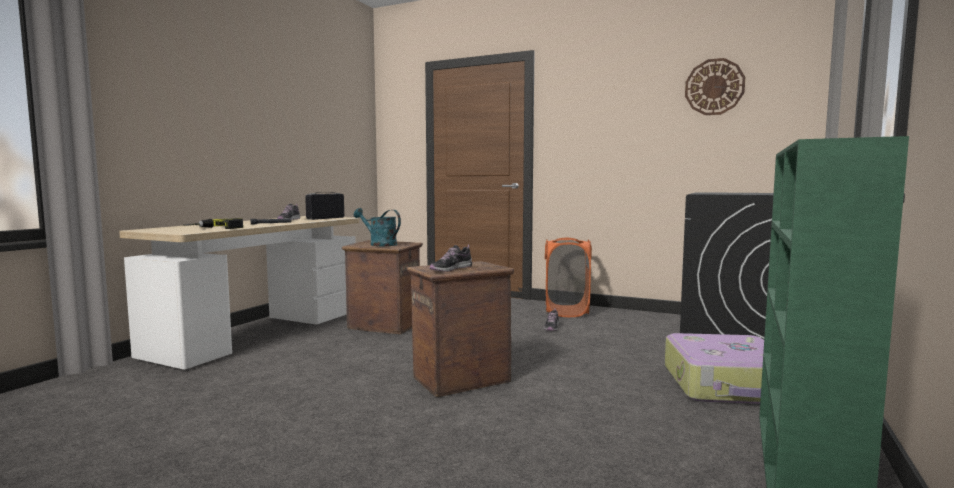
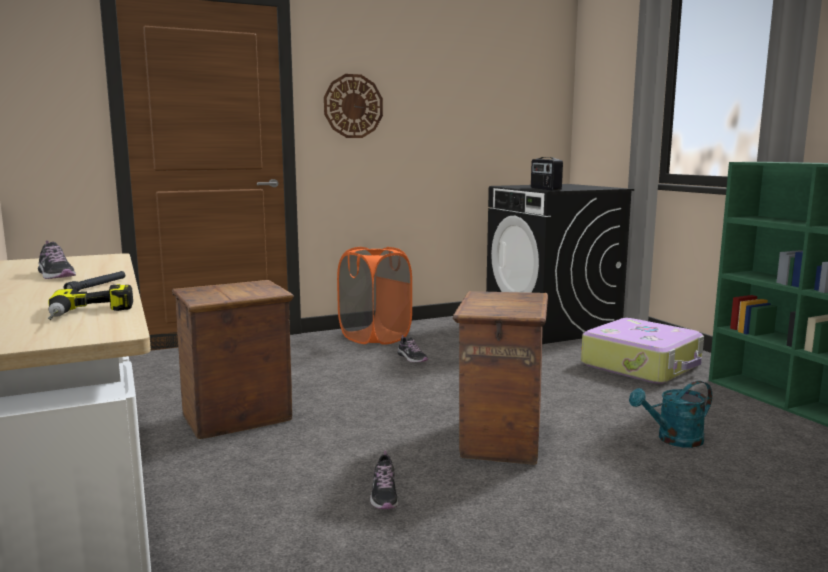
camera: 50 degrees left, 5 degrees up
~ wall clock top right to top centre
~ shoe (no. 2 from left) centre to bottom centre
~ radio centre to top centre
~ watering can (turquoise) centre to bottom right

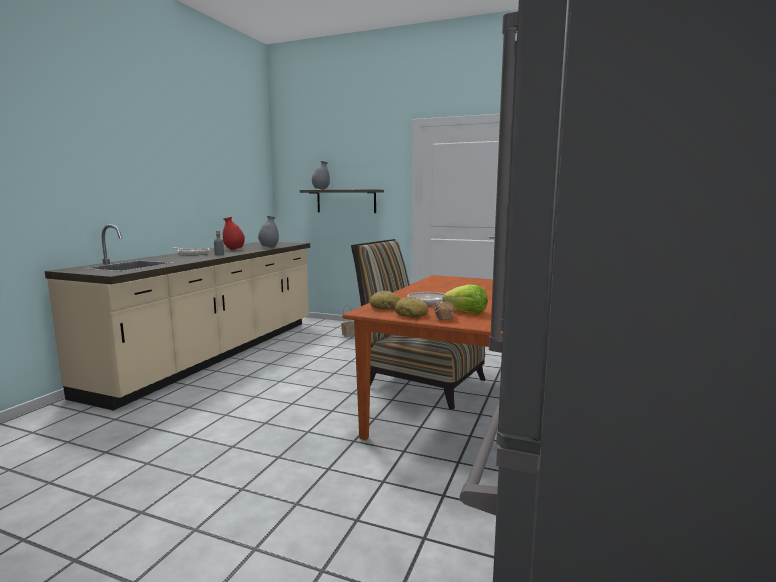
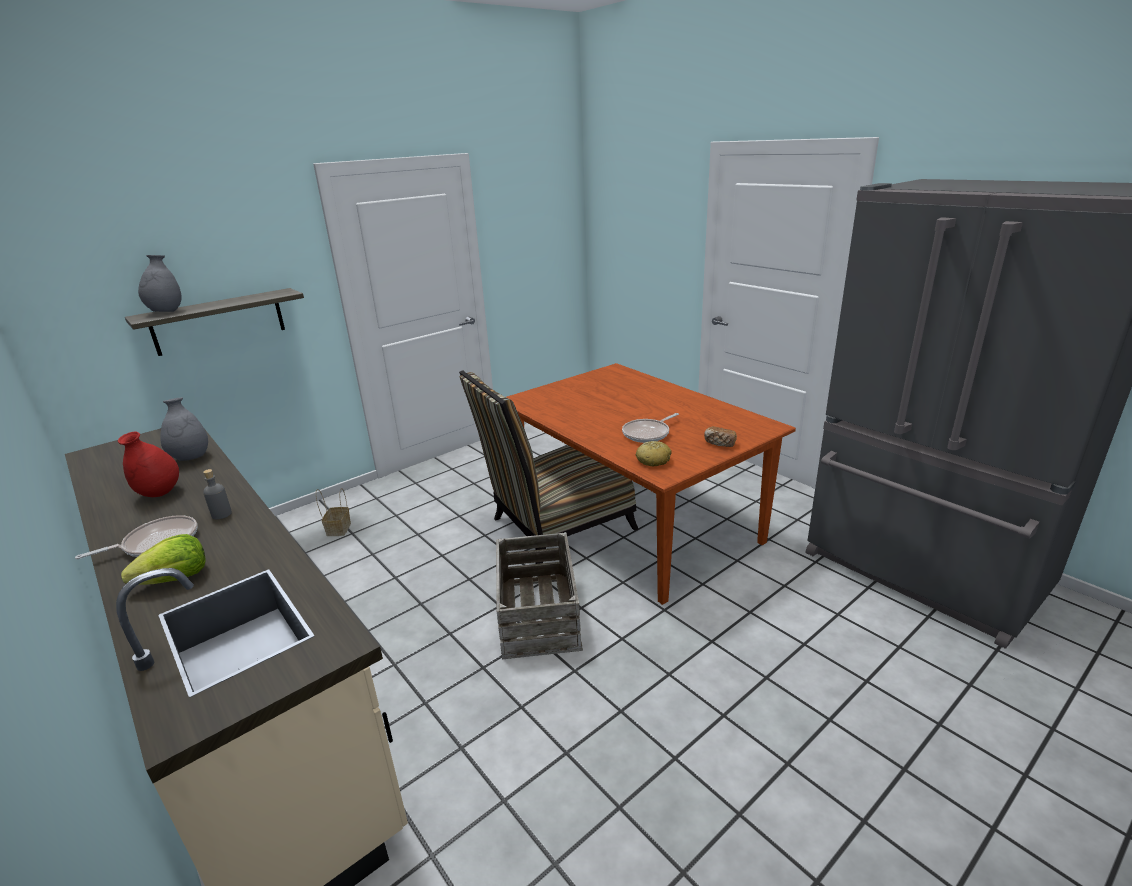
camera: 60 degrees left, 15 degrees up
~ lettuce centre to middle left
+ crate bottom centre
- bread (no. 2 from left) centre

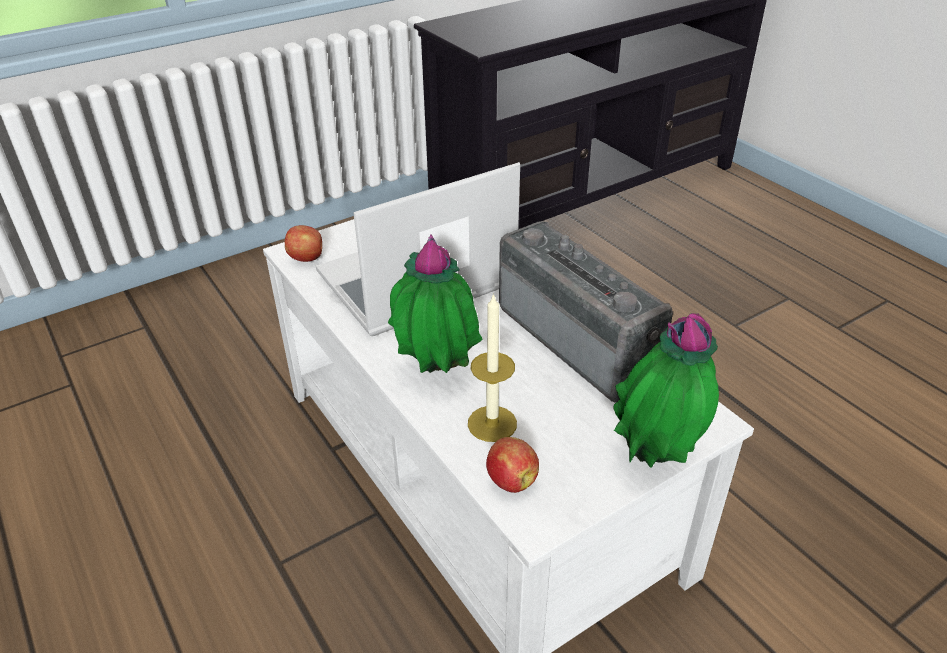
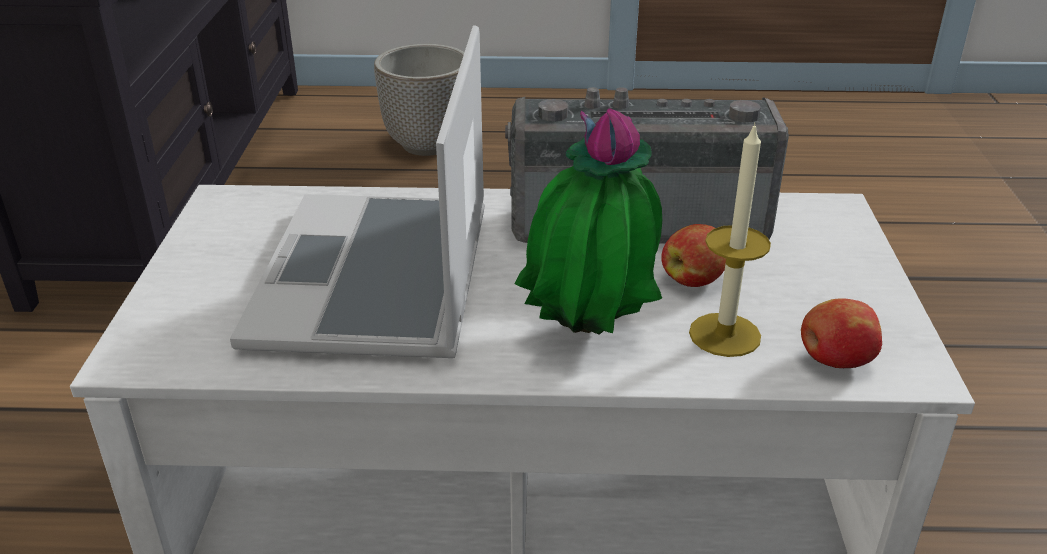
camera: 55 degrees left, 5 degrees down
+ planter top centre
~ apple (no. 1 from left) middle left to centre
- potted plant (no. 2 from left) middle right

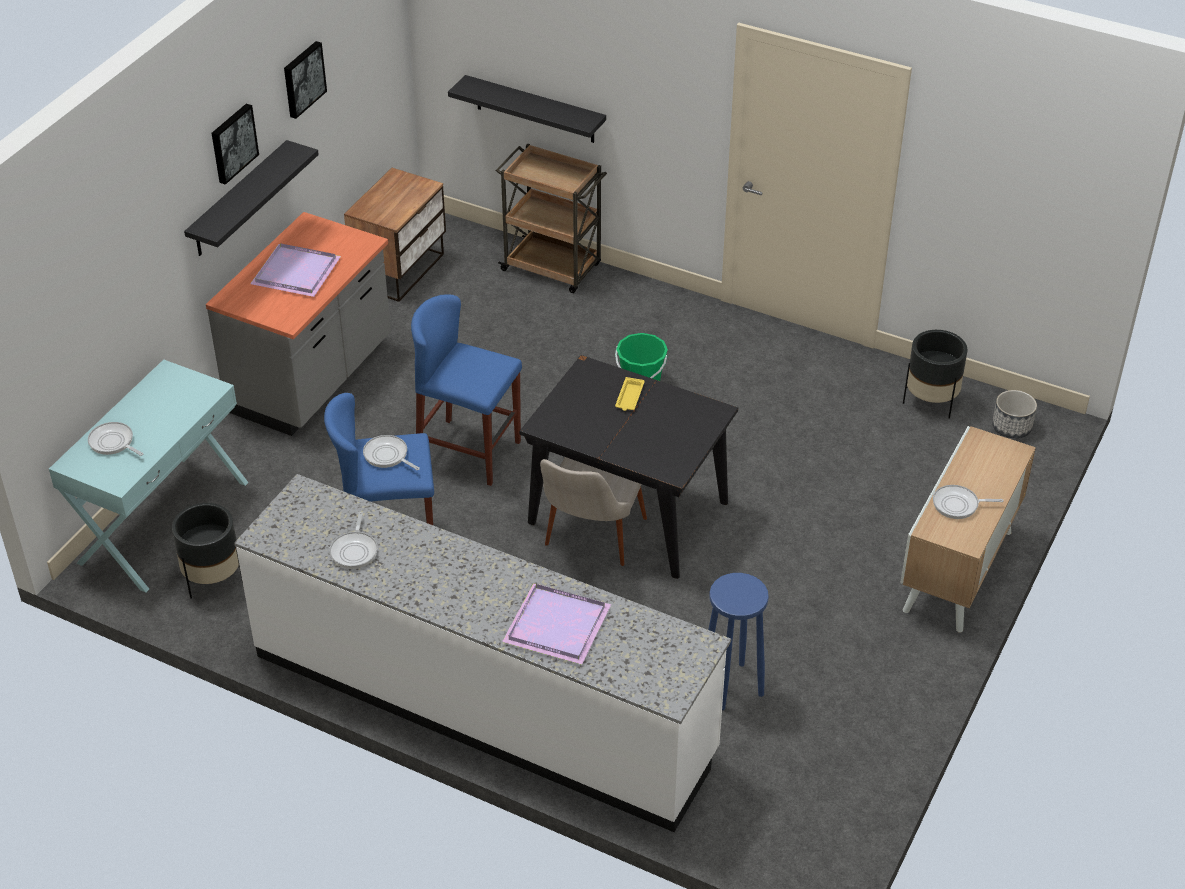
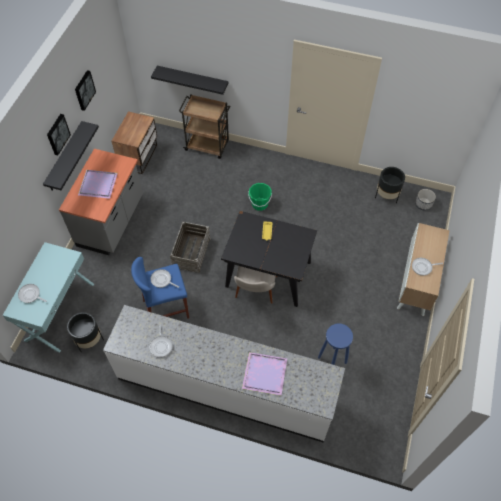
camera: 10 degrees left, 15 degrees up
~ stool (blue) (no. 2 from left) centre to crate centre

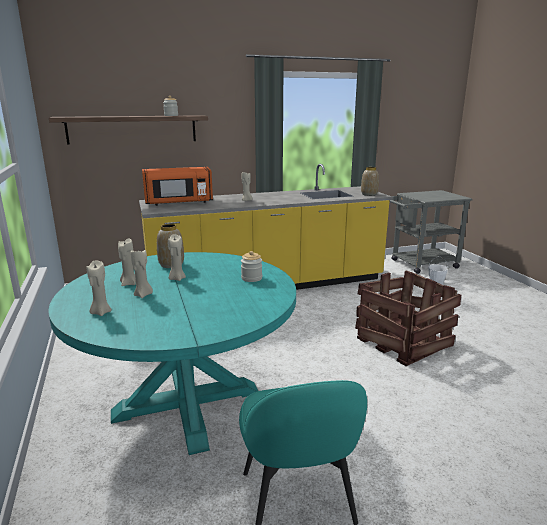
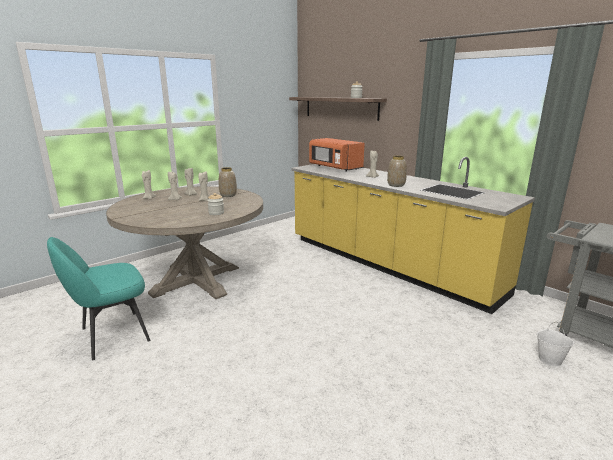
camera: 65 degrees right, 0 degrees up
~ dining table (turquoise) bottom left to dining table (beige) middle left
~ vase (no. 2 from left) middle right to centre
- crate middle right

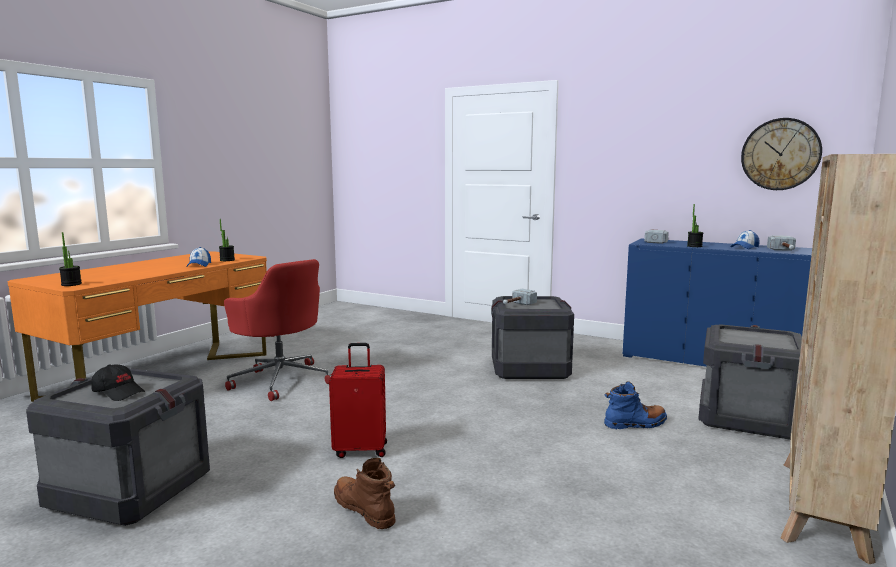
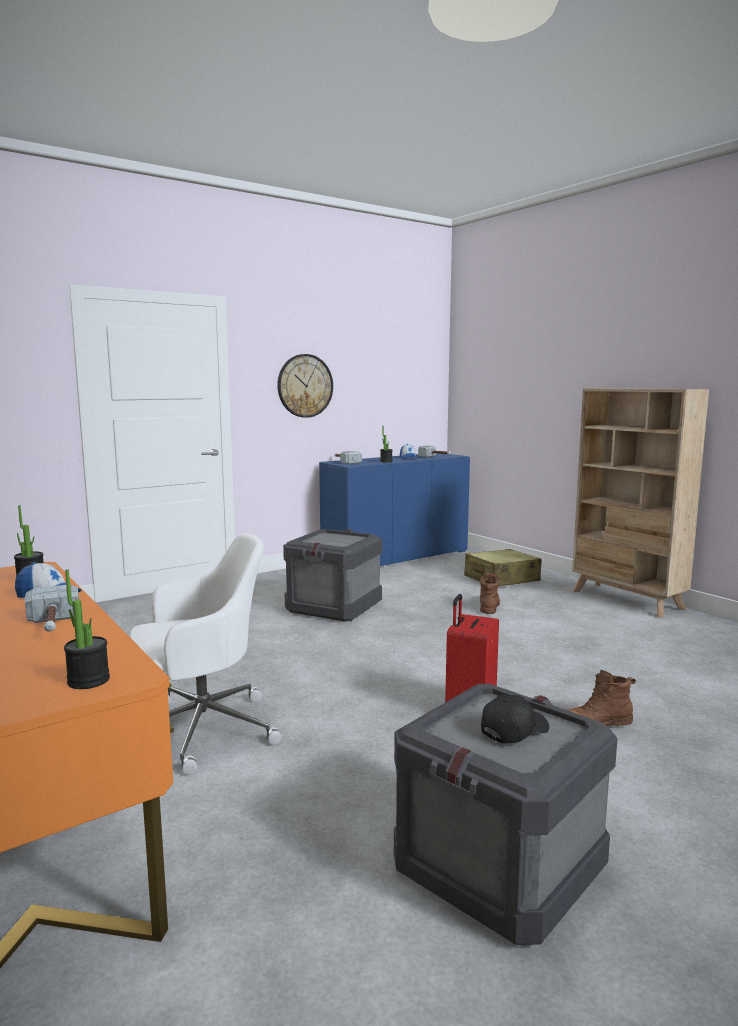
camera: 65 degrees left, 0 degrees up
~ hammer (no. 1 from left) centre to middle left
~ office chair (red) middle left to office chair (white) middle left
~ wall clock top right to centre
~ crate (no. 3 from left) bottom right to suitcase (beige) middle right
~ boot (blue) bottom right to boot (brown) (no. 1 from left) centre

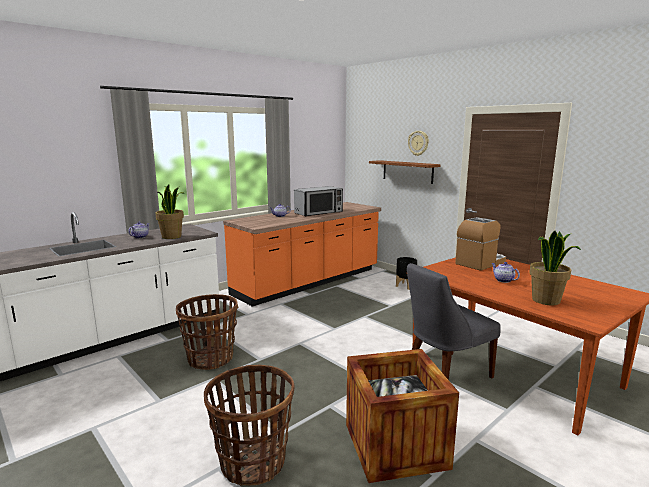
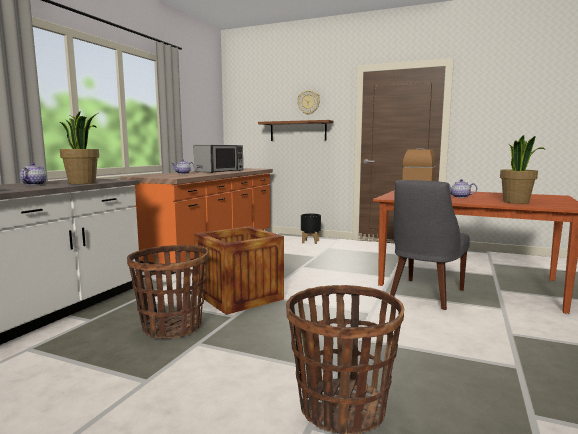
camera: 25 degrees left, 5 degrees down
~ crate bottom centre to centre

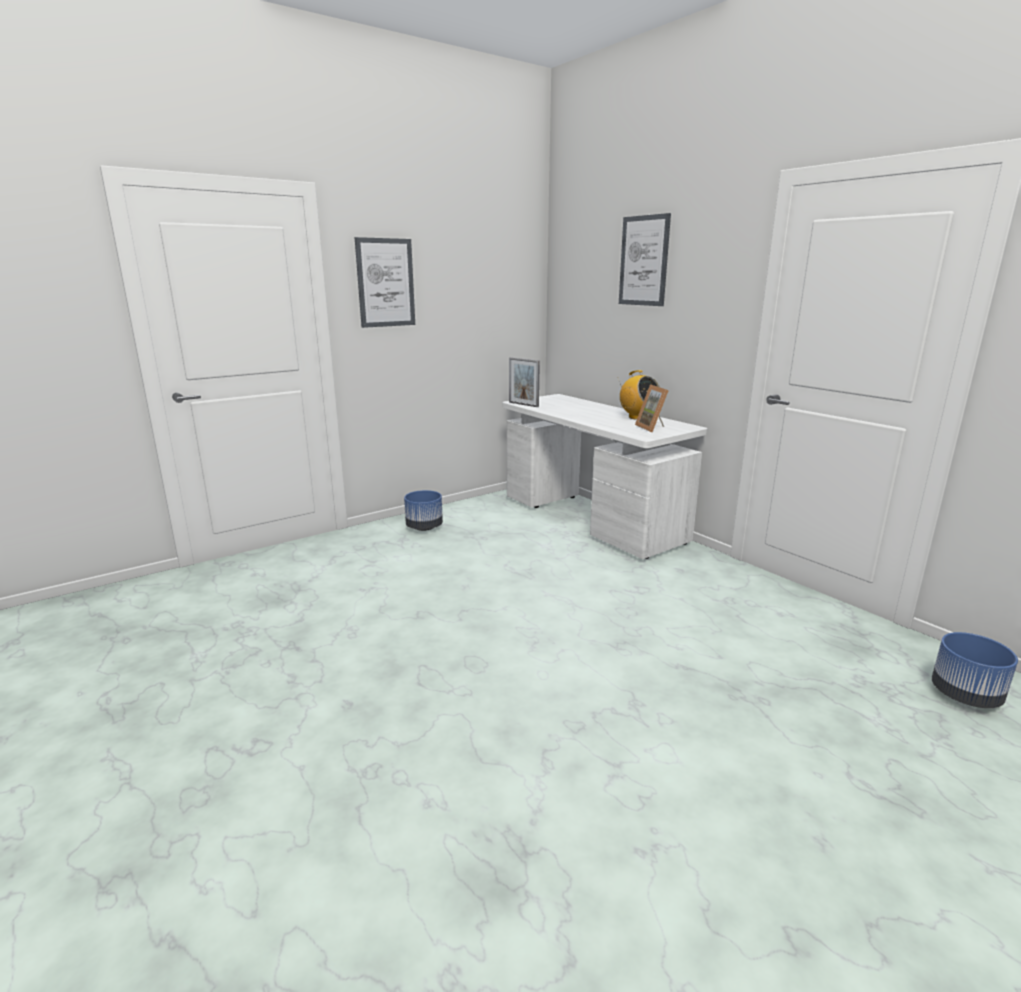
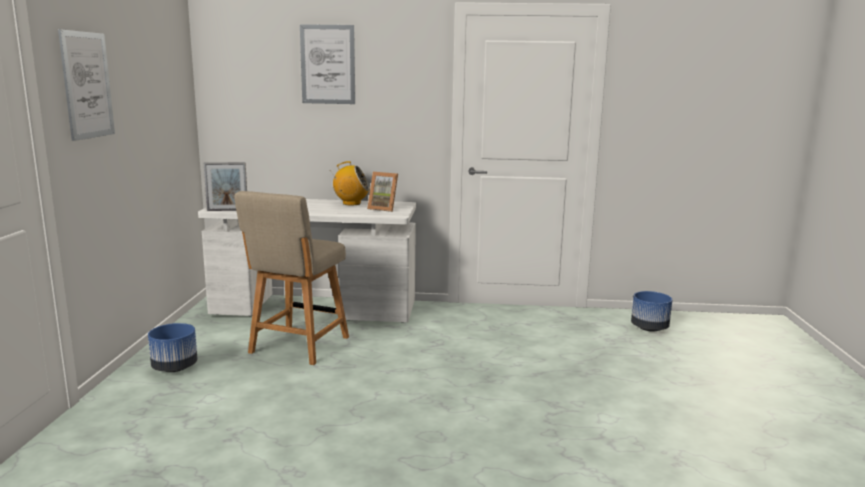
camera: 50 degrees left, 5 degrees down
+ chair (beige) centre

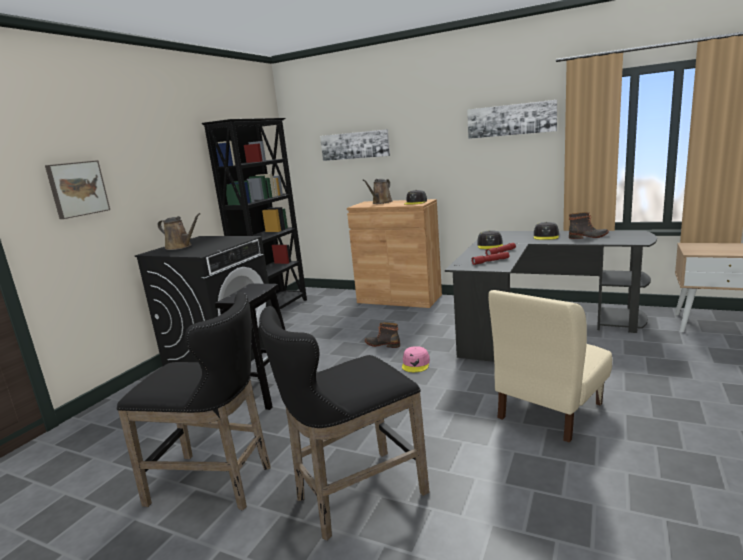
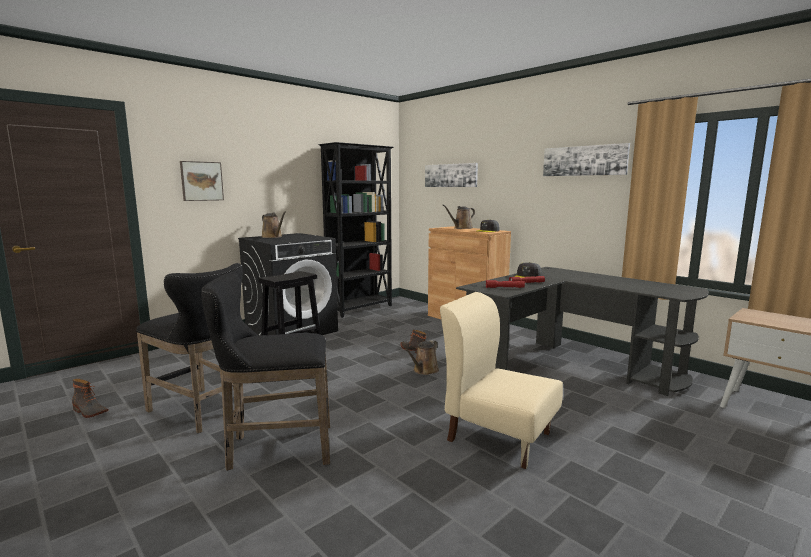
camera: 20 degrees right, 5 degrees down
~ boot (no. 2 from left in the first image) middle right to boot (no. 1 from left) bottom left
~ cap (pink) centre to watering can (brown) (no. 2 from left) centre
~ chair (beige) middle right = bottom centre 60 degrees clockwise
- cap (grey) (no. 3 from left) middle right

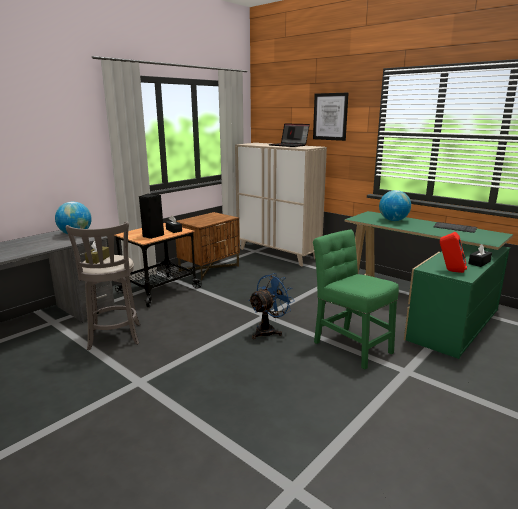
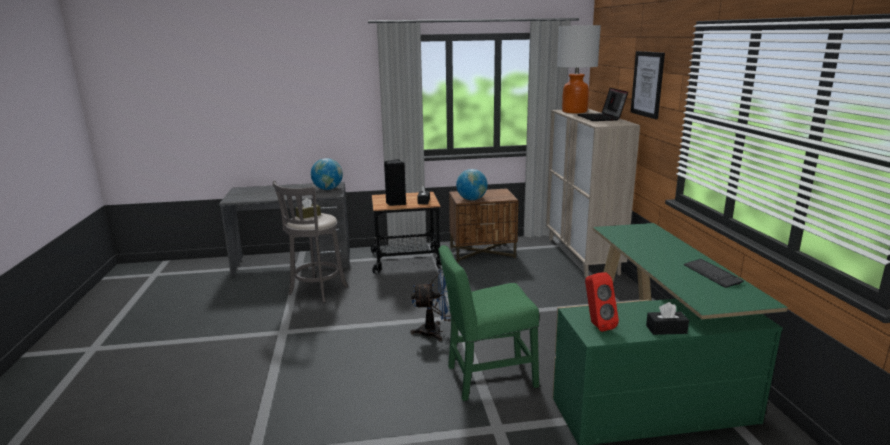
camera: 40 degrees right, 0 degrees up
~ chair (green) middle right = bottom centre 105 degrees counterclockwise
~ globe (no. 2 from left) middle right to centre
+ table lamp top centre

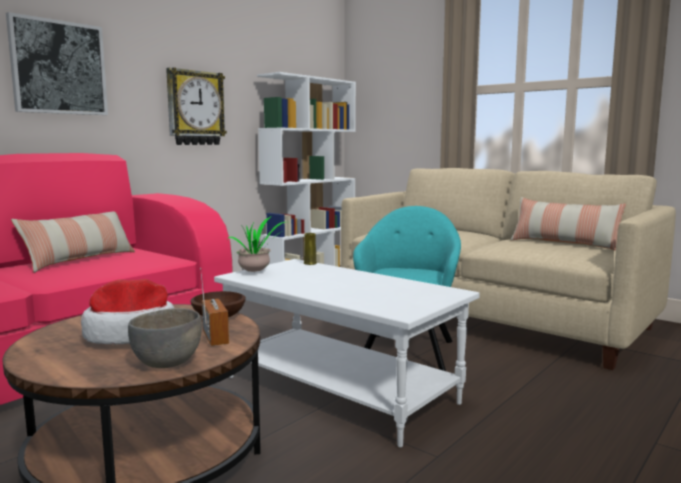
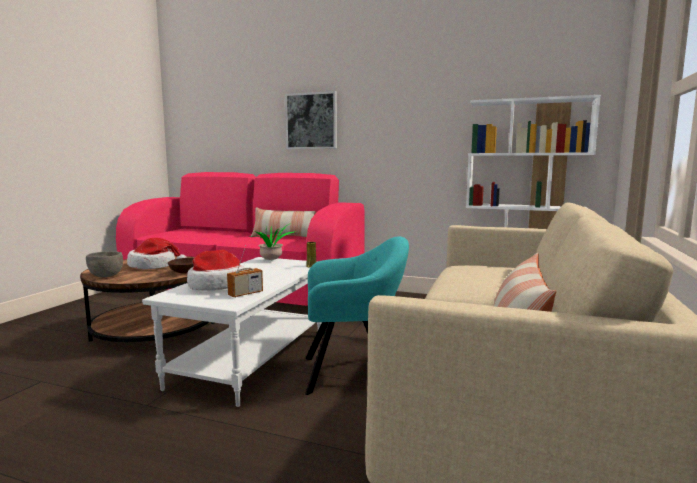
camera: 70 degrees right, 0 degrees up
+ hat (no. 2 from left) middle left
~ radio middle left to centre
- wall clock top left

